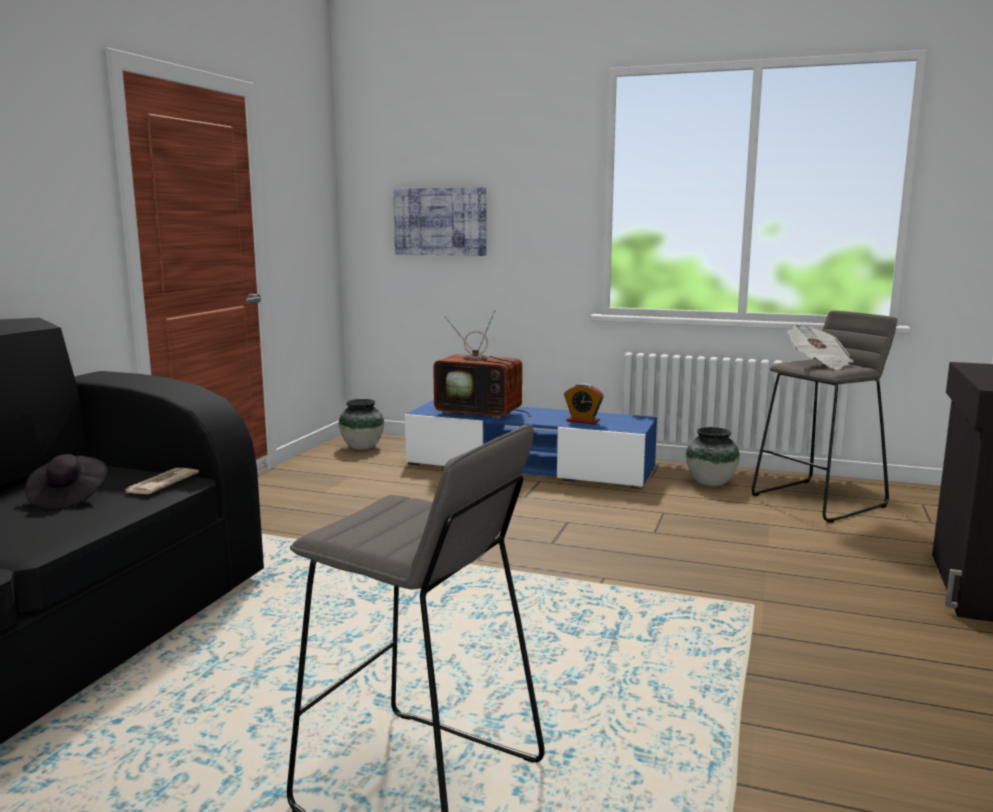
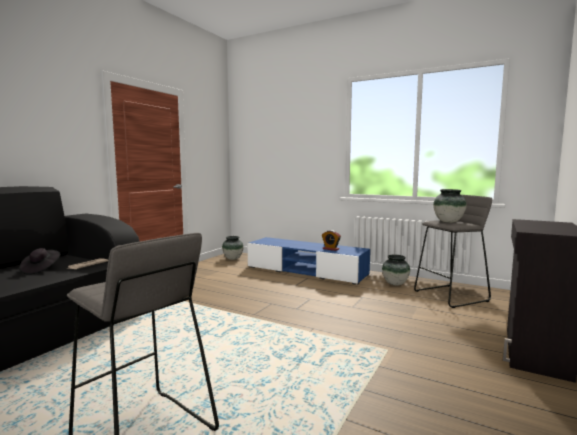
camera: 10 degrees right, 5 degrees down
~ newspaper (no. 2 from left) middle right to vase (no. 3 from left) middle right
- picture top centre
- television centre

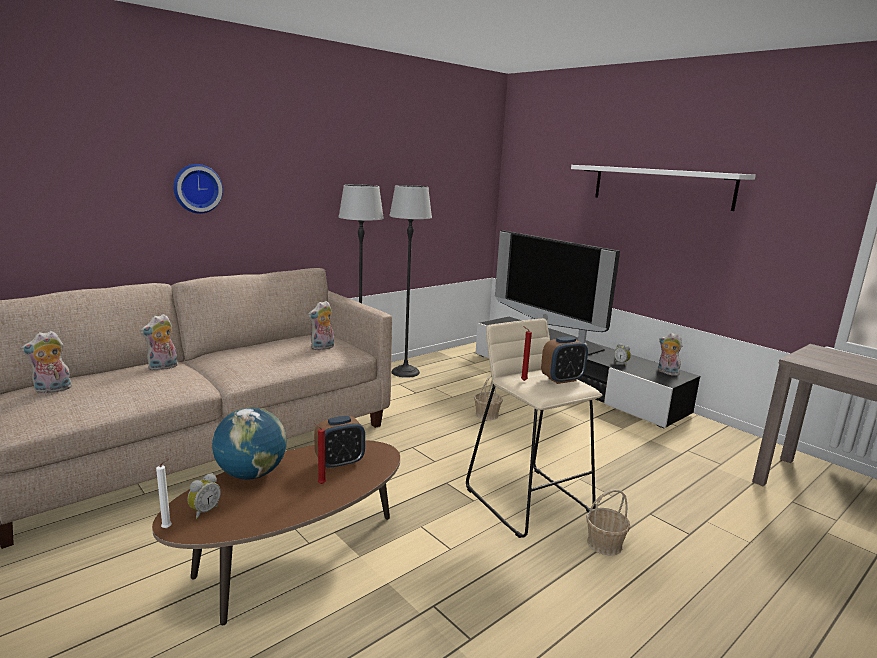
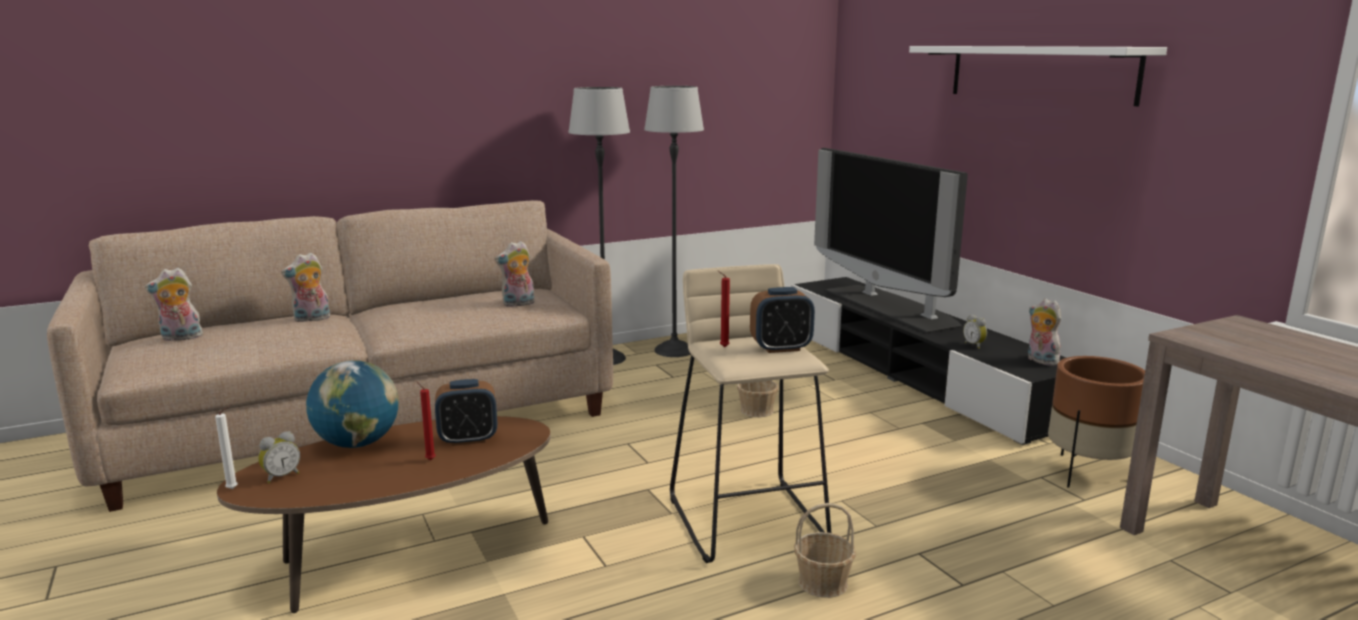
camera: 15 degrees right, 0 degrees up
+ planter (brown) bottom right
- wall clock top left

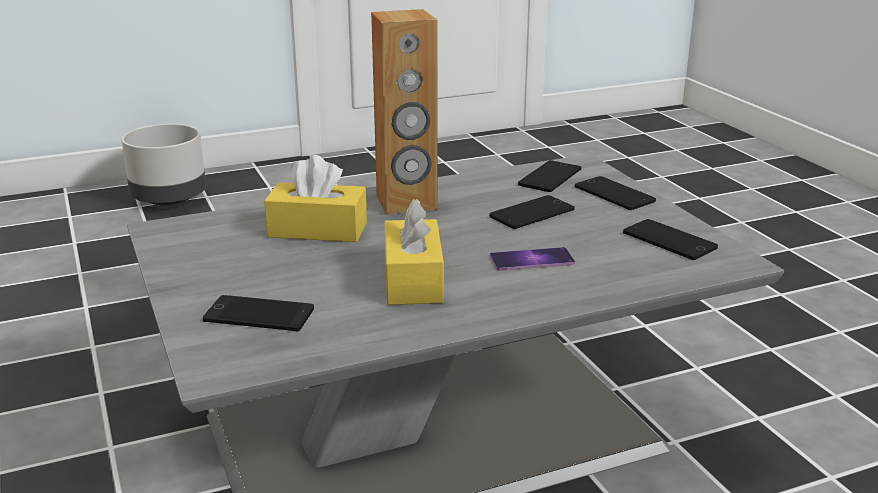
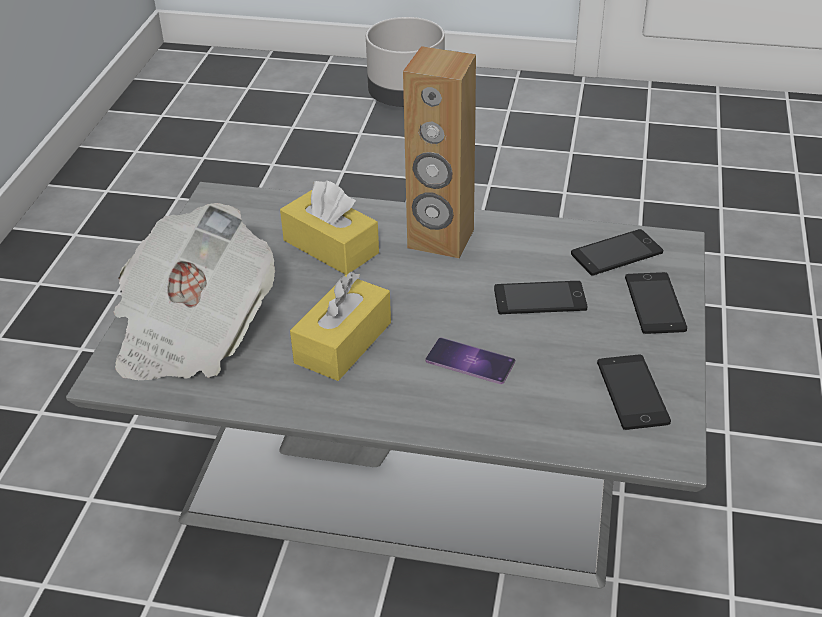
camera: 35 degrees right, 15 degrees up
~ phone (no. 1 from left) middle left to newspaper middle left

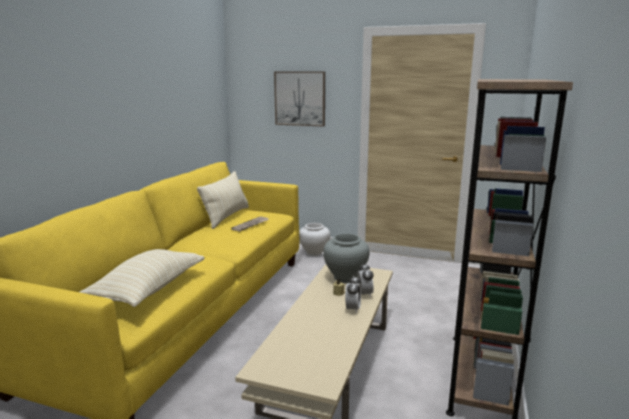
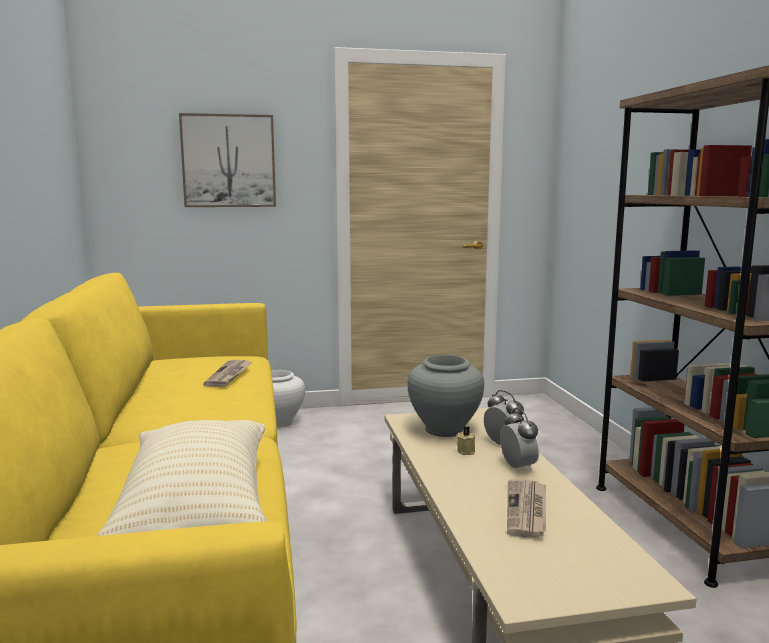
camera: 30 degrees left, 5 degrees down
+ newspaper (no. 2 from left) bottom right
- pillow (beige) (no. 2 from left) centre

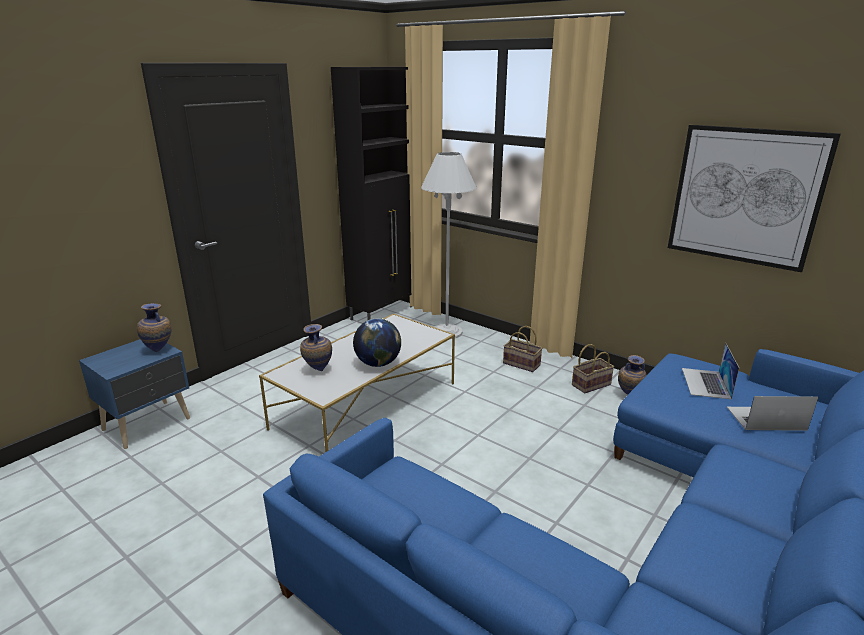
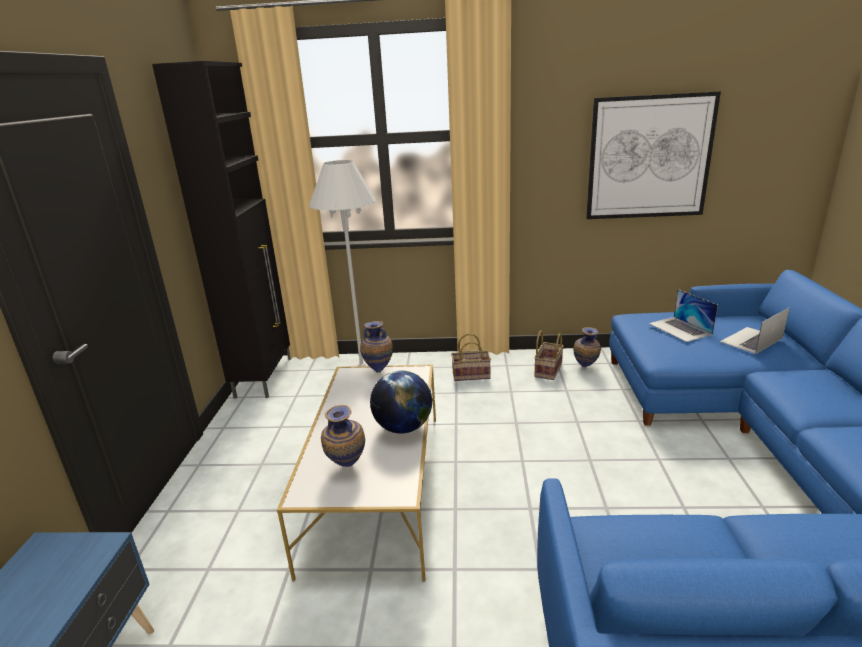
camera: 35 degrees left, 0 degrees up
~ vase (no. 1 from left in the first image) middle left to vase (no. 2 from left) centre

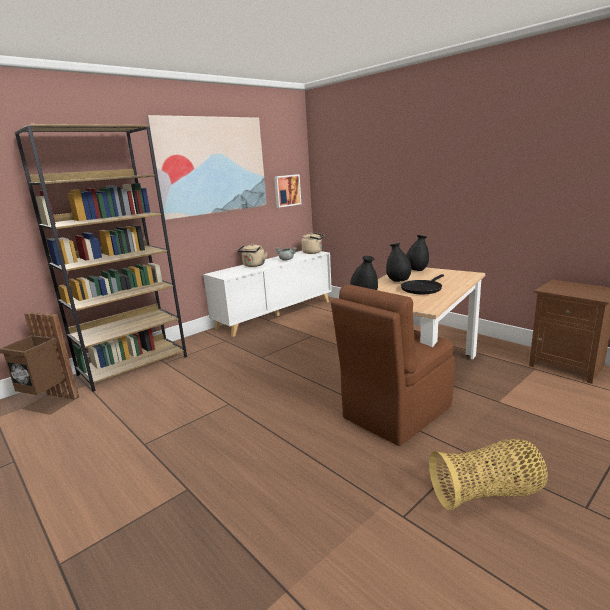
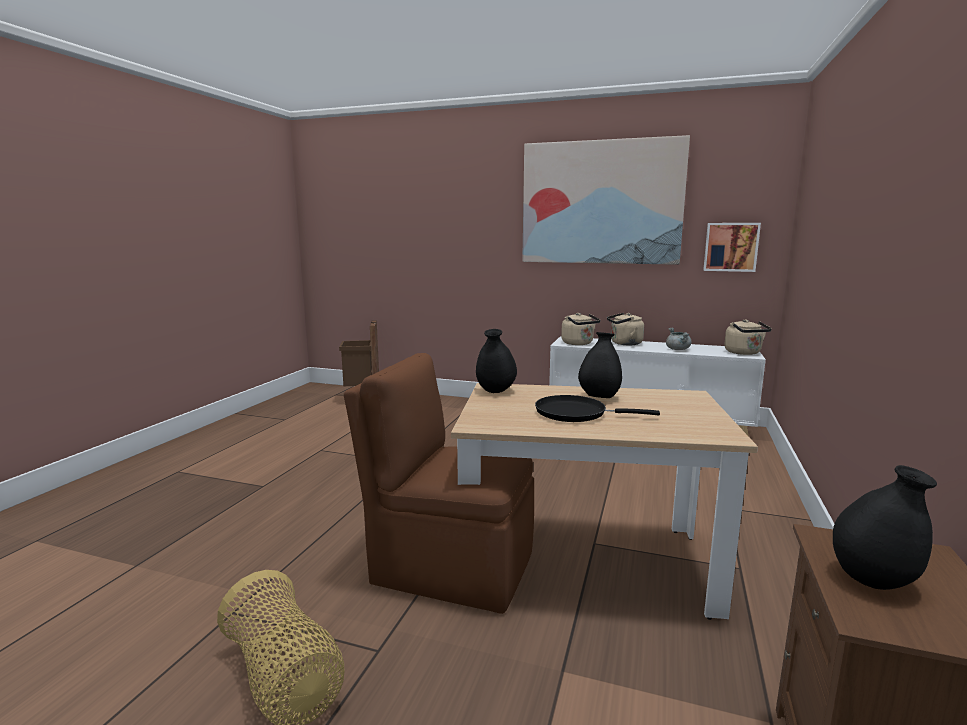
camera: 60 degrees right, 5 degrees down
+ kettle (beige) (no. 1 from left) centre
~ vase (black) (no. 3 from left) middle right to bottom right
- bookcase (brown) middle left

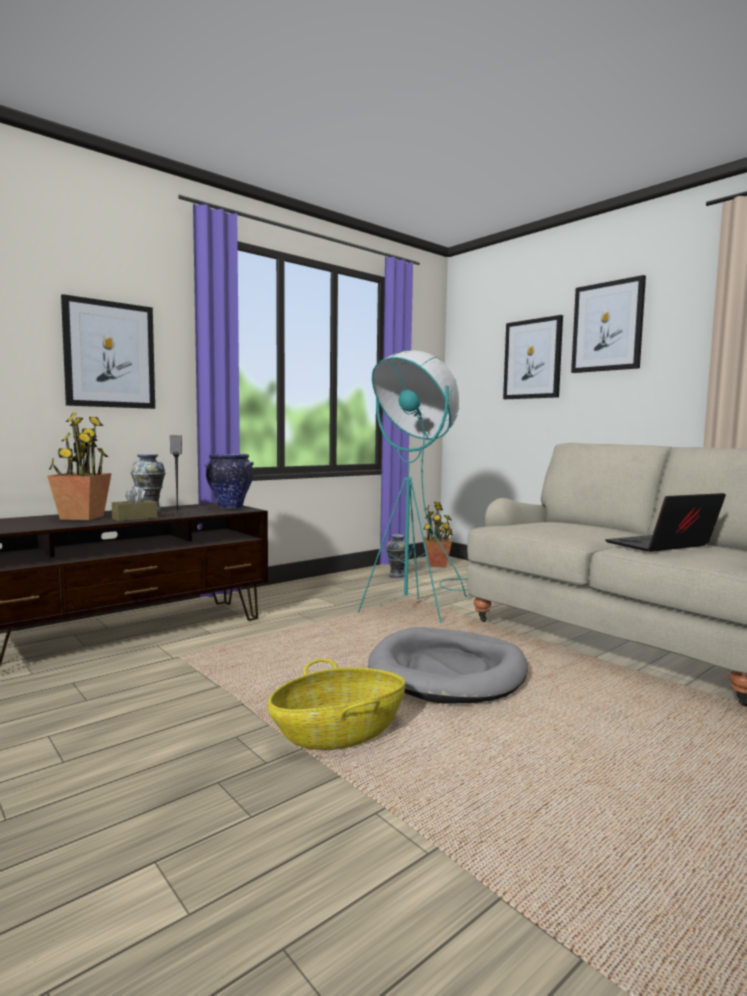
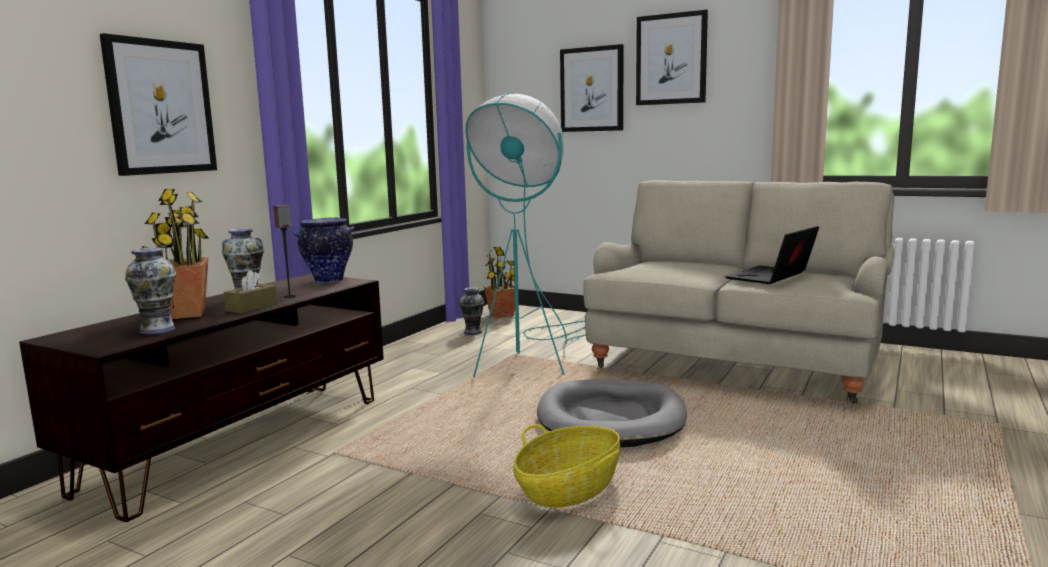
camera: 20 degrees left, 5 degrees up
+ vase (no. 1 from left) middle left

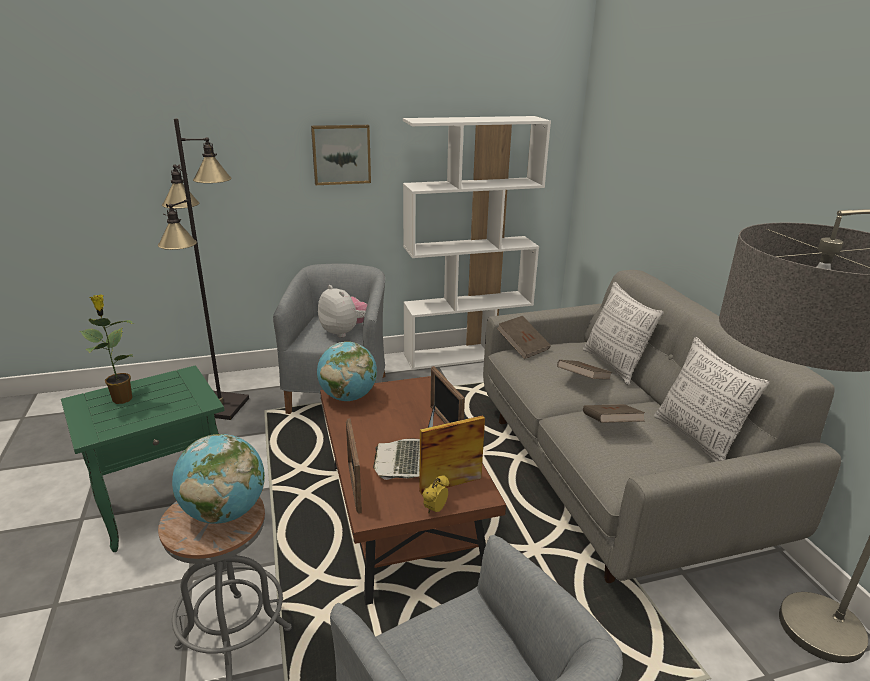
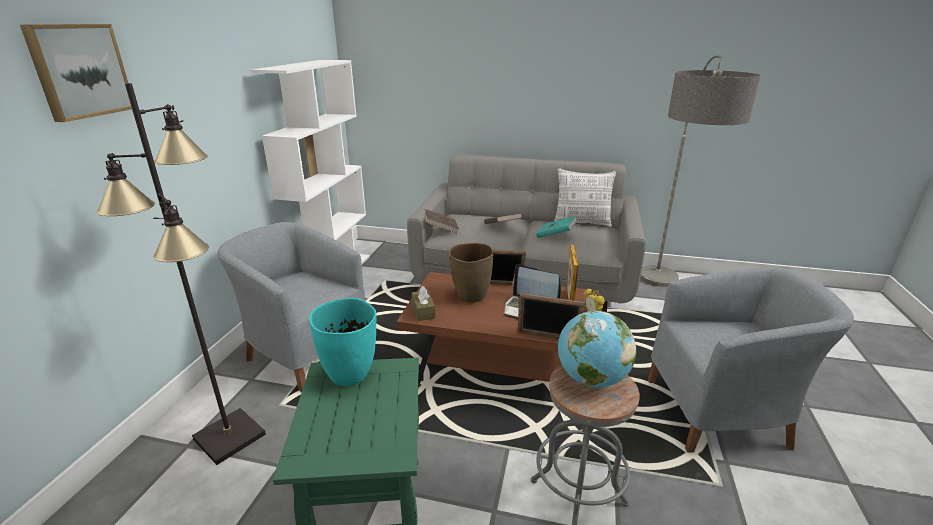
camera: 60 degrees left, 0 degrees up
~ picture top centre to top left
+ vase (turquoise) centre
~ globe (no. 2 from left) centre to tissue box (brown) centre
+ vase (brown) centre
~ book (brown) (no. 3 from left) middle right to book (turquoise) centre
- potted plant middle left
- plush toy centre
- pillow (no. 1 from left) middle right

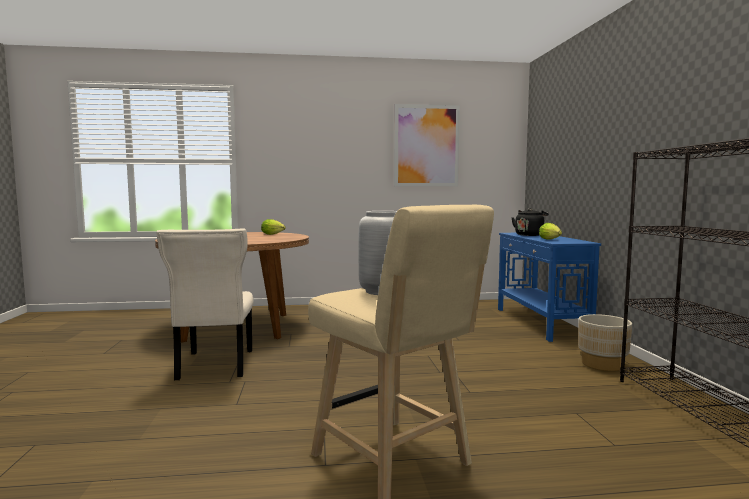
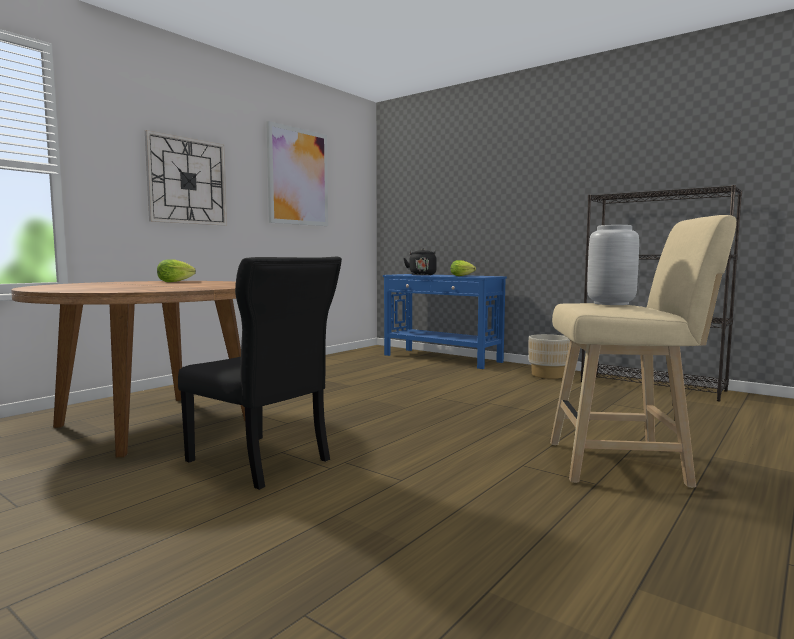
camera: 45 degrees left, 0 degrees up
+ wall clock top left
~ chair (beige) middle left to chair (black) middle left

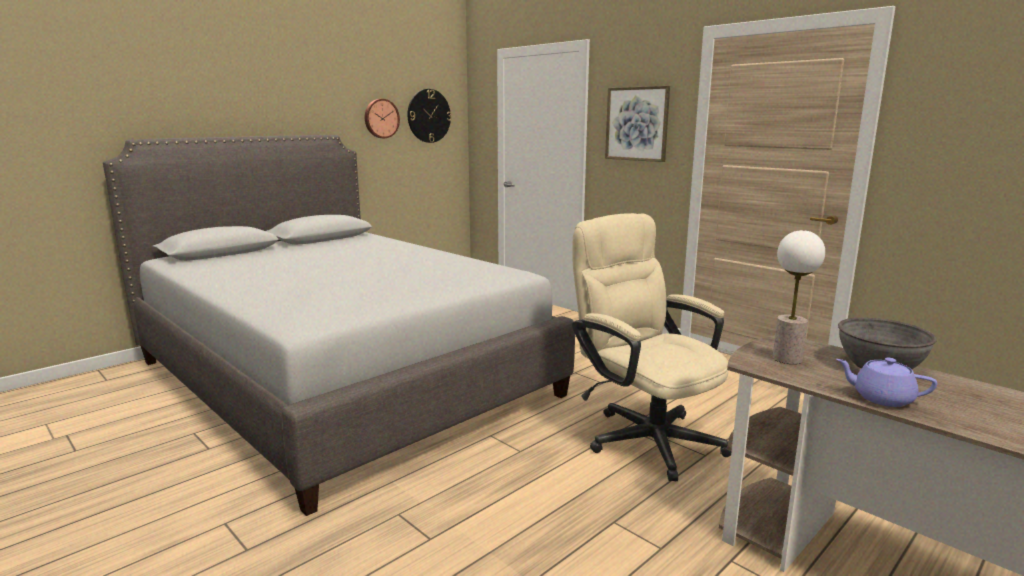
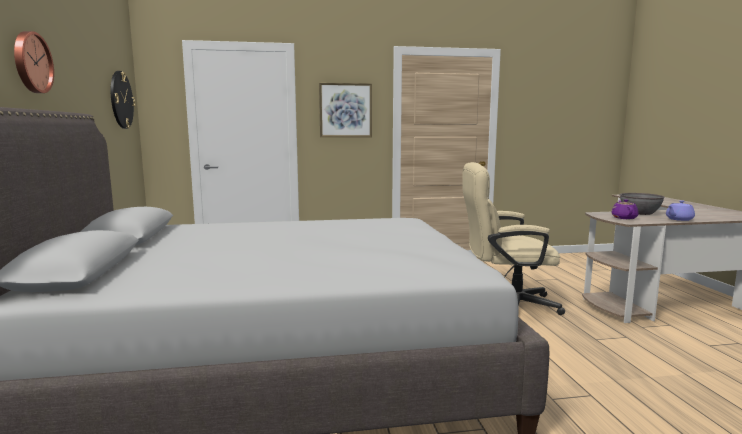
camera: 55 degrees left, 5 degrees down
~ wall clock (no. 1 from left) top centre to top left
~ table lamp middle right to teapot (purple) (no. 1 from left) middle right

